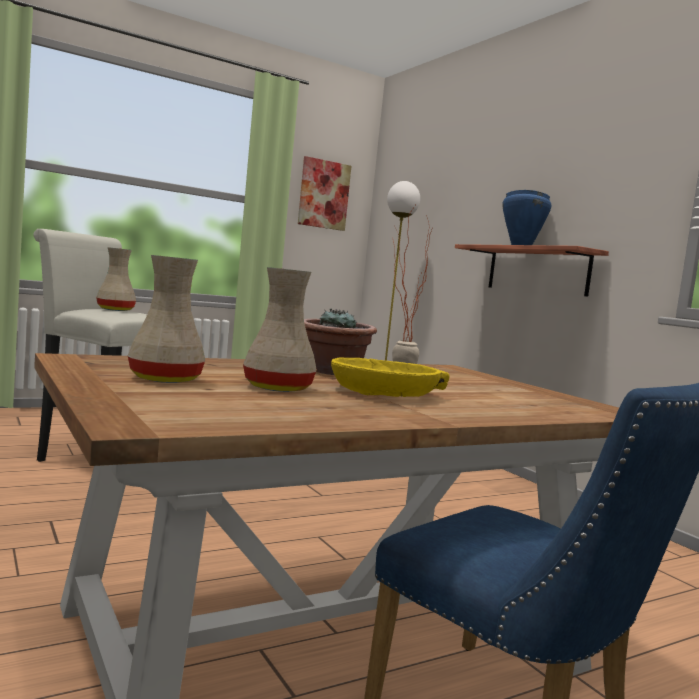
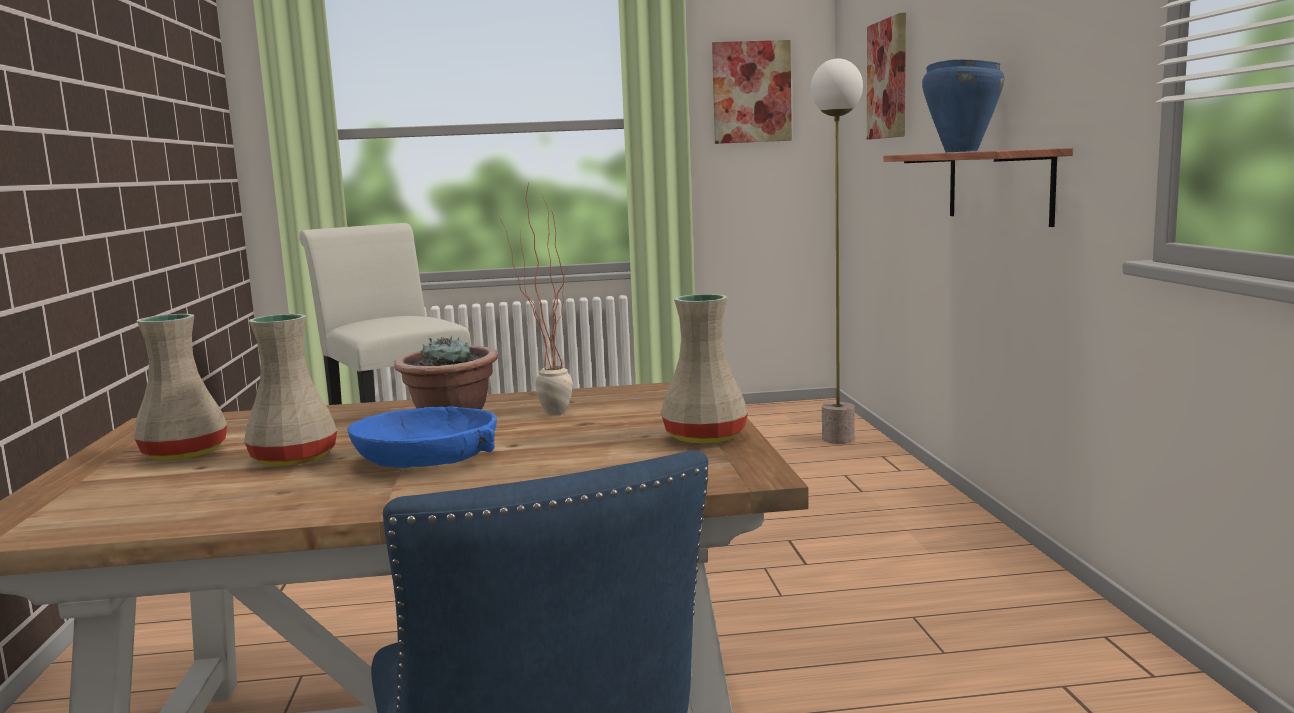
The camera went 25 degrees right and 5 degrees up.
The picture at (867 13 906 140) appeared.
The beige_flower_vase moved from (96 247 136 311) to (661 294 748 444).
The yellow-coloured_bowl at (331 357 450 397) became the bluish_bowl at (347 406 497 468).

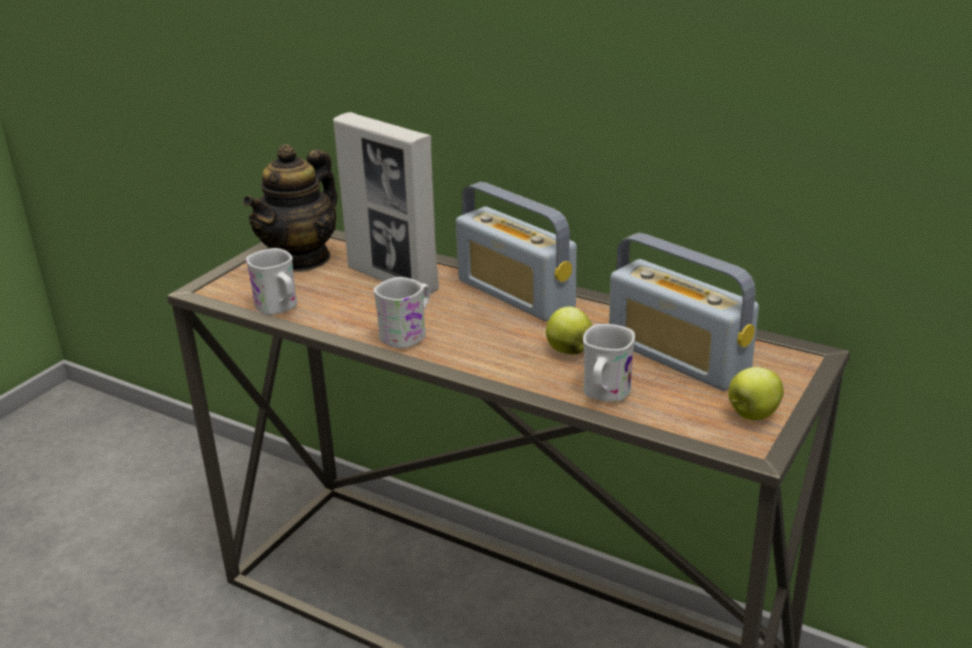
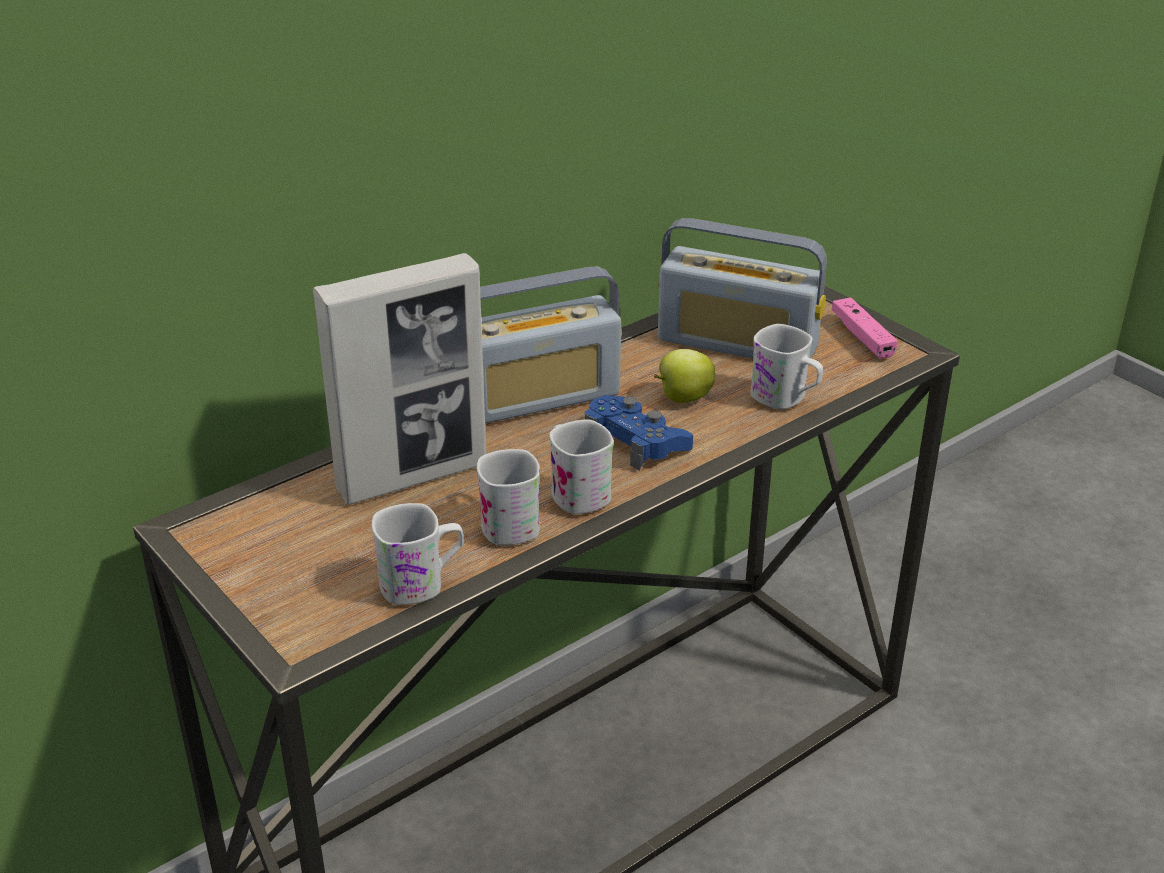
The camera went 70 degrees left and 5 degrees up.
The pot_for_tea at (243 144 338 272) disappeared.
The white-coloured_tea_mug at (477 449 540 545) appeared.
The bluish_game_controller at (585 395 693 470) appeared.
The whole_apple at (728 367 784 420) was replaced by the pinkish_game_controller at (832 297 898 359).
The radio at (609 233 759 391) turned 45 degrees clockwise.

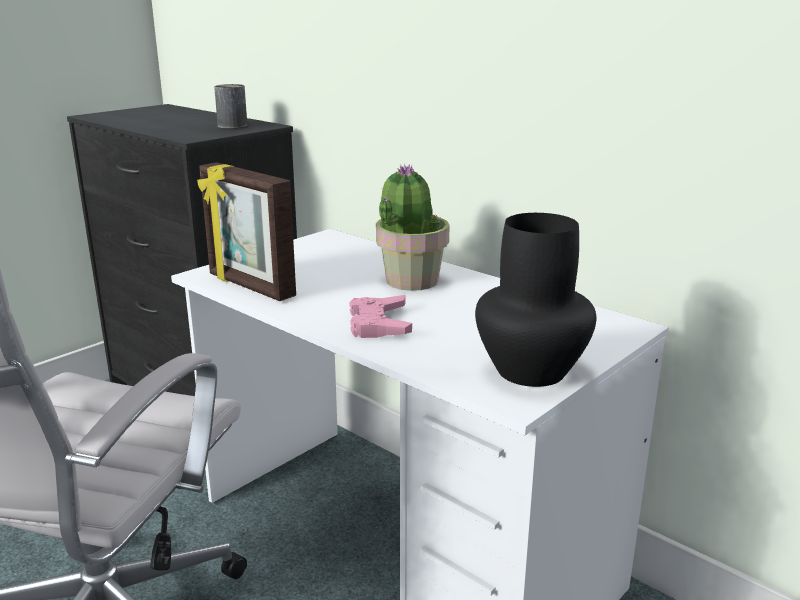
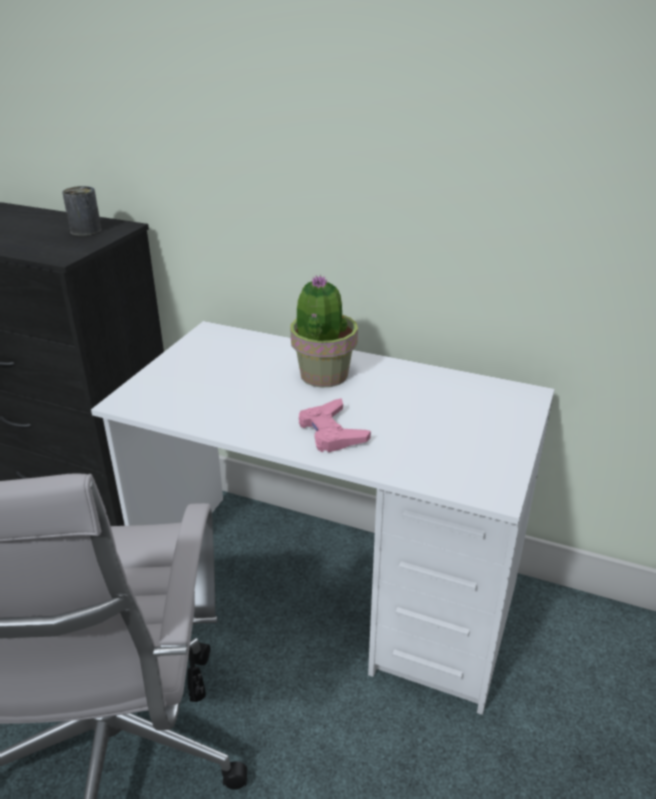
The camera went 20 degrees left and 10 degrees up.
The picture_frame at (197 162 296 301) disappeared.
The black-coloured_flower_vase at (475 213 596 387) disappeared.

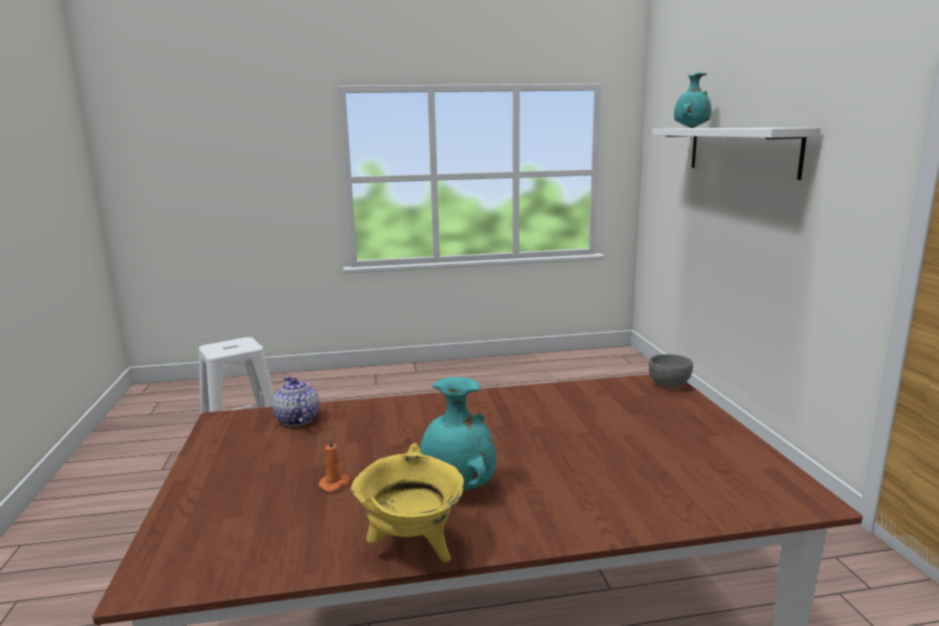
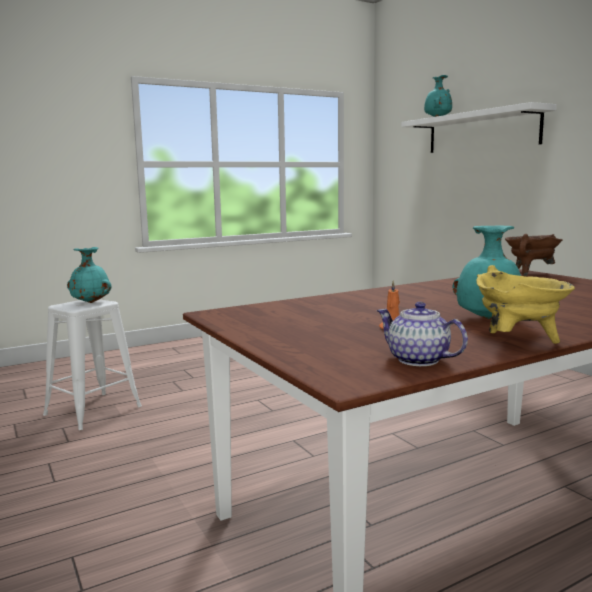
The camera went 20 degrees left and 5 degrees down.
The turquoise_flower_vase at (67 247 112 303) appeared.
The pot_for_tea moved from (272 376 320 426) to (377 302 468 366).
The greyish_bowl at (649 354 693 387) was replaced by the brown-coloured_stockpot at (505 234 563 276).

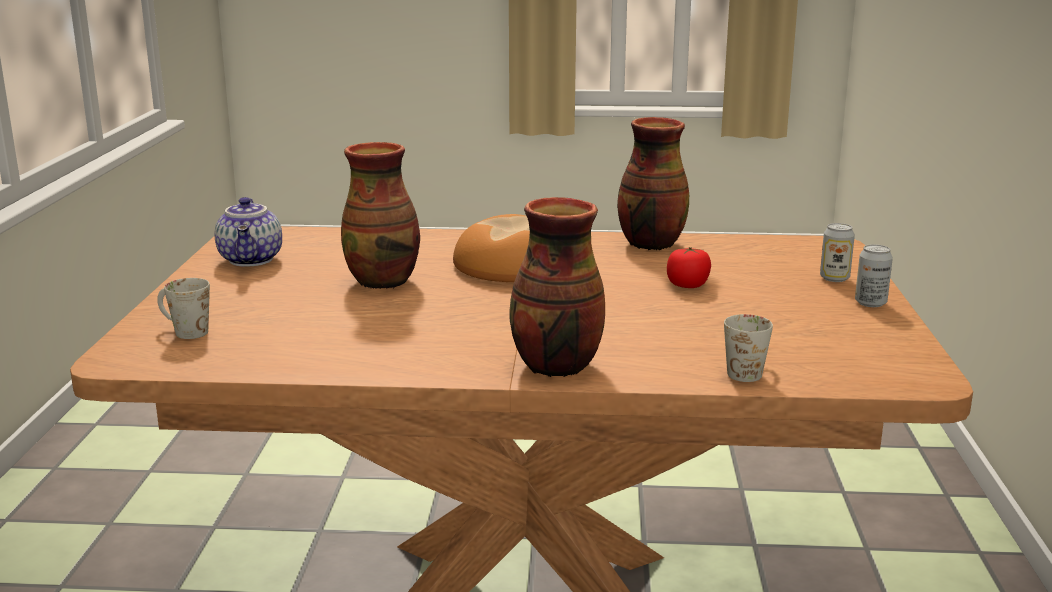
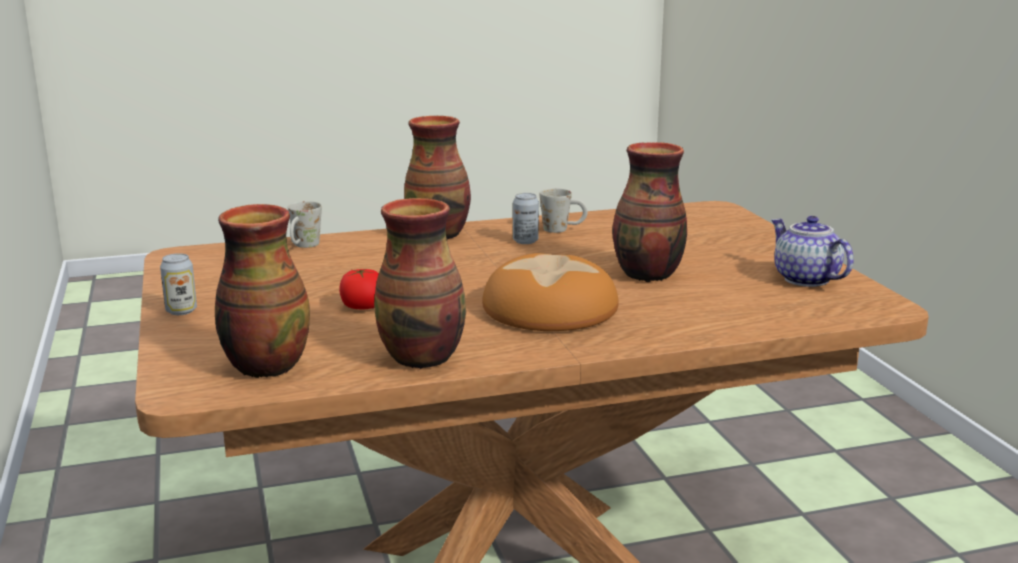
The camera went 160 degrees right and 0 degrees up.
The flower_vase at (215 204 310 378) appeared.
The white-coloured_tea_mug moved from (157 278 210 339) to (540 188 588 233).
The can moved from (820 223 855 282) to (513 193 539 244).

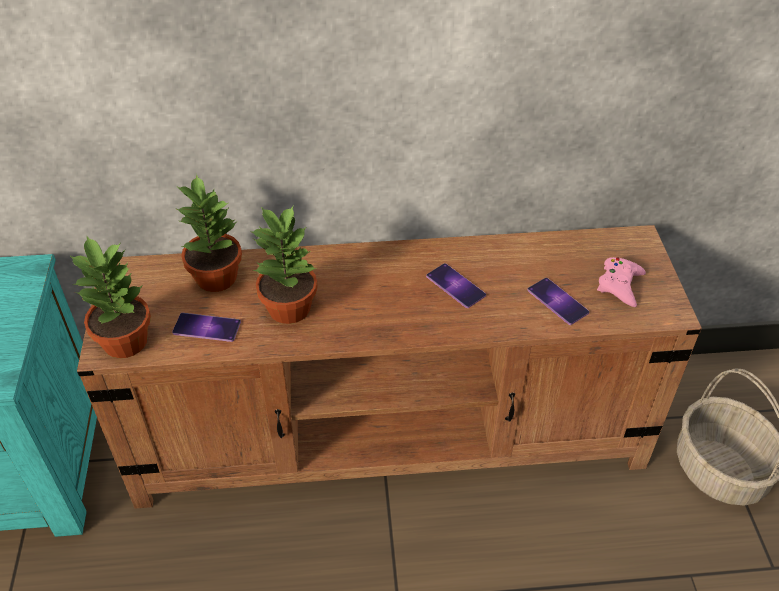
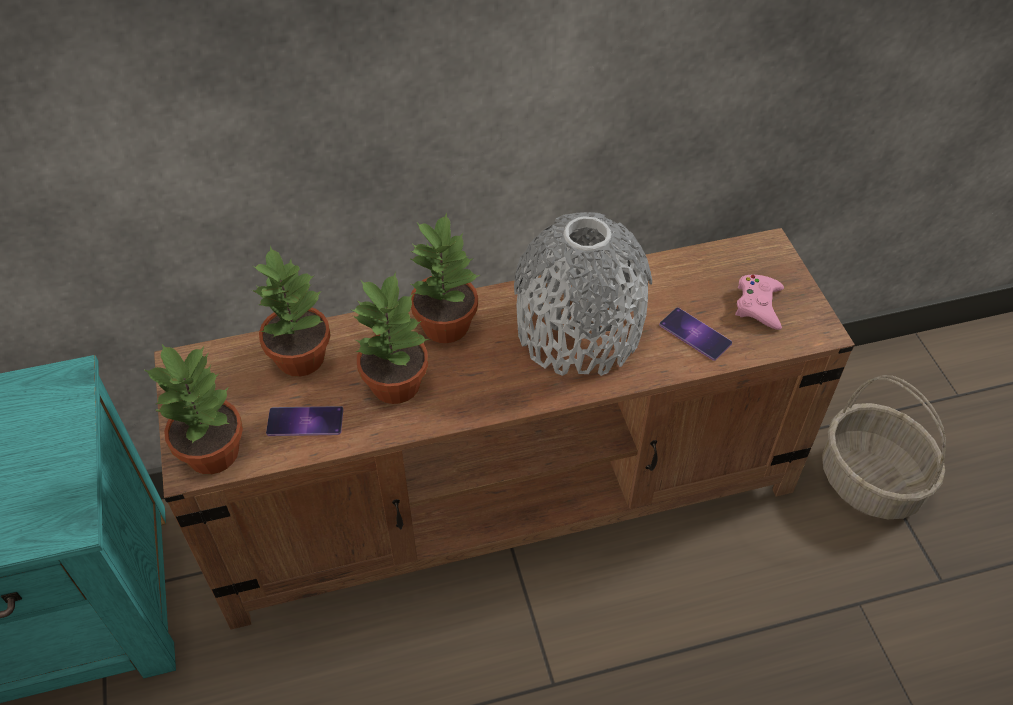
The camera went 10 degrees left and 5 degrees up.
The houseplant at (409 212 480 343) appeared.
The telephone at (426 263 486 308) was replaced by the greyish_flower_vase at (514 212 652 376).

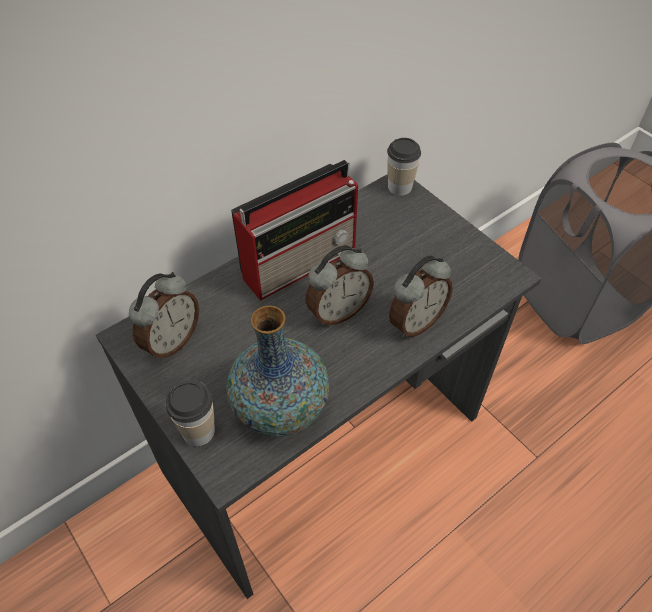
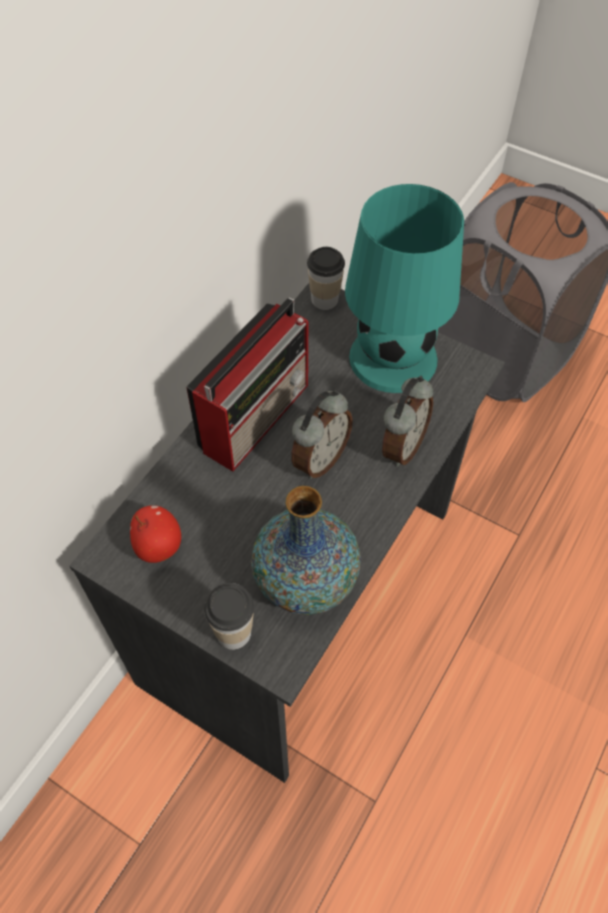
The camera went 20 degrees left and 5 degrees up.
The turquoise_tabletop_lamp at (345 184 464 393) appeared.
The alarm_clock at (129 272 199 360) was replaced by the whole_apple at (130 505 181 563).

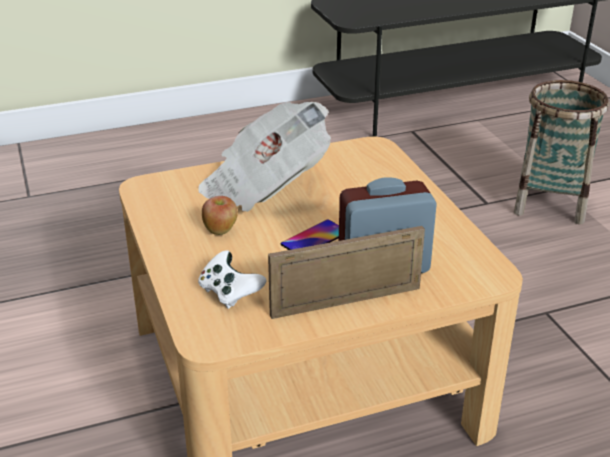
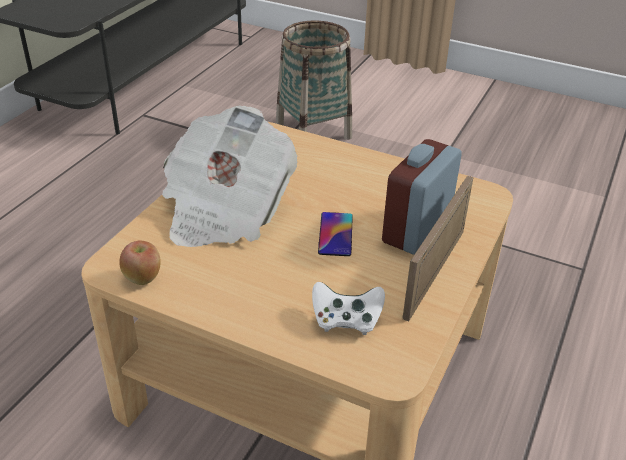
The camera went 45 degrees left and 5 degrees up.
The whole_apple moved from (202 196 238 235) to (119 241 161 285).

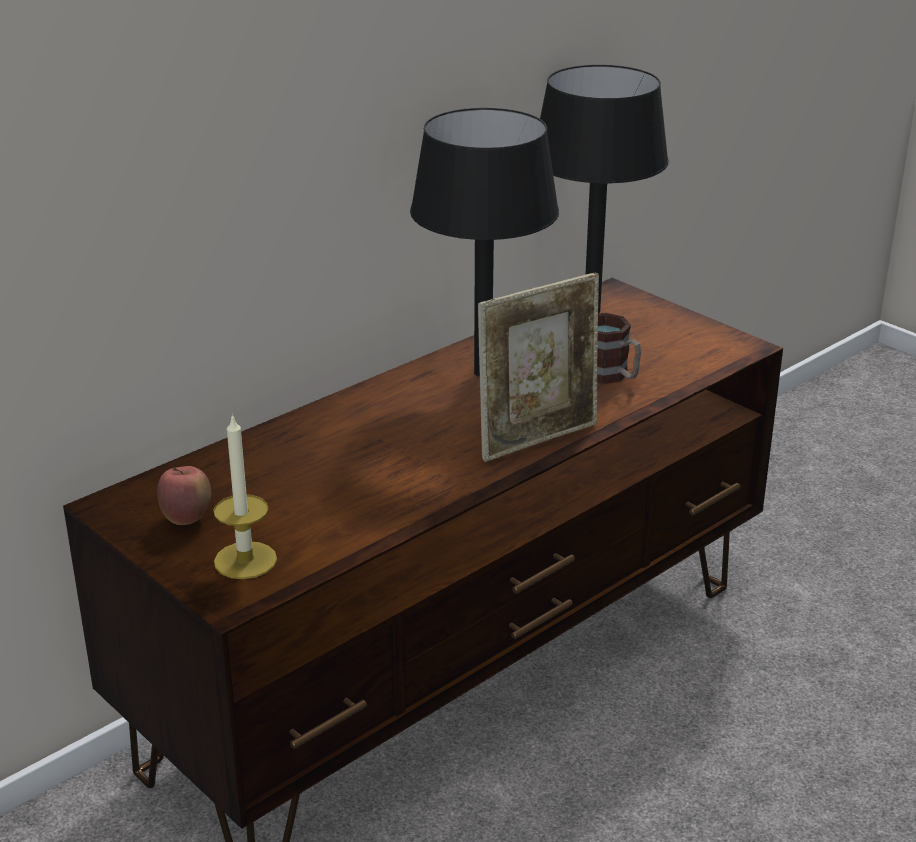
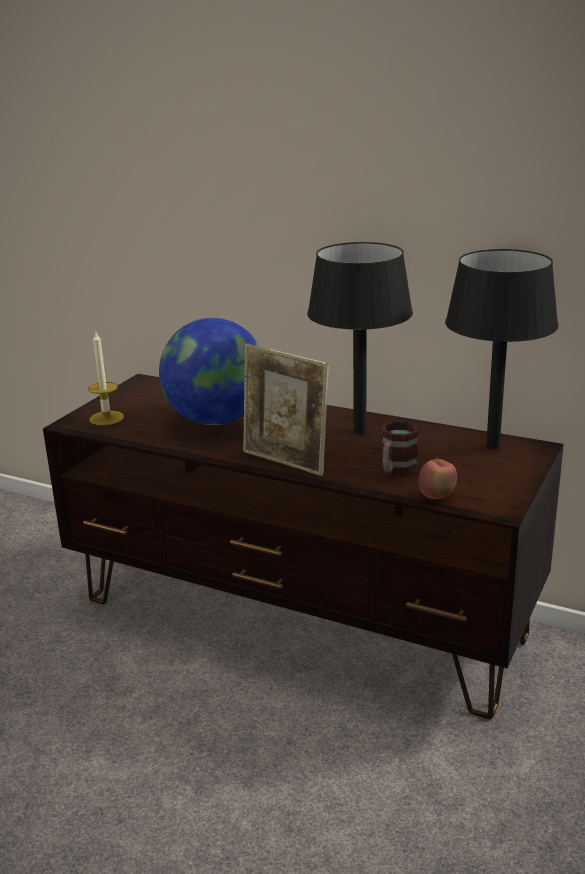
The camera went 70 degrees right and 5 degrees down.
The globe at (159 318 259 425) appeared.
The whole_apple moved from (157 466 211 525) to (419 457 457 499).

